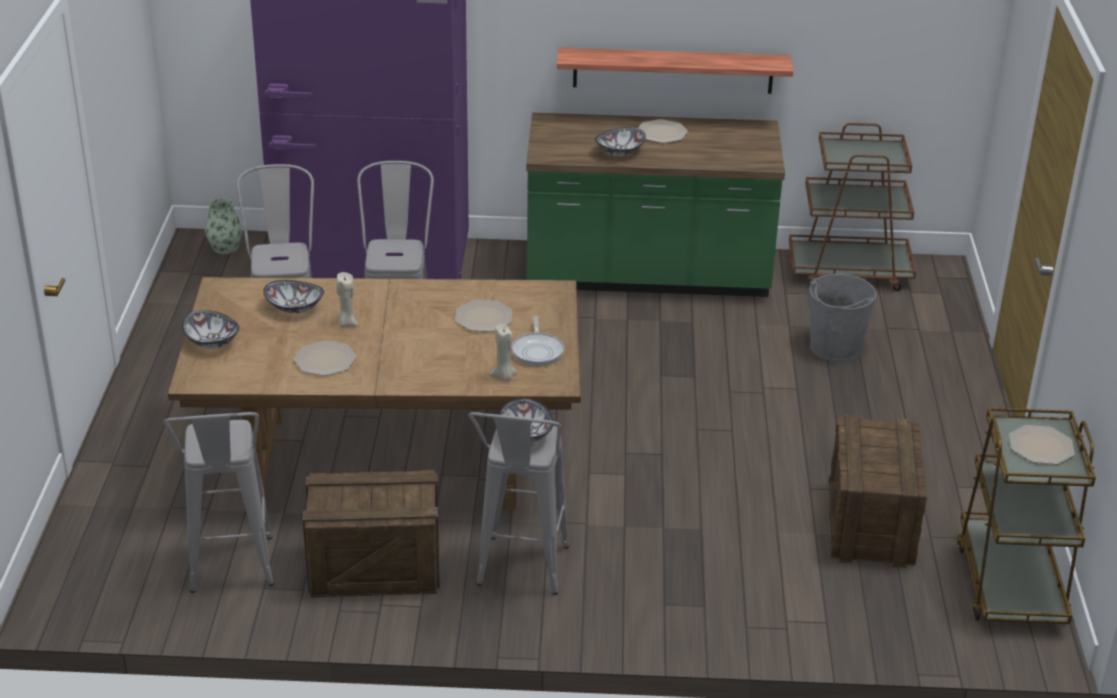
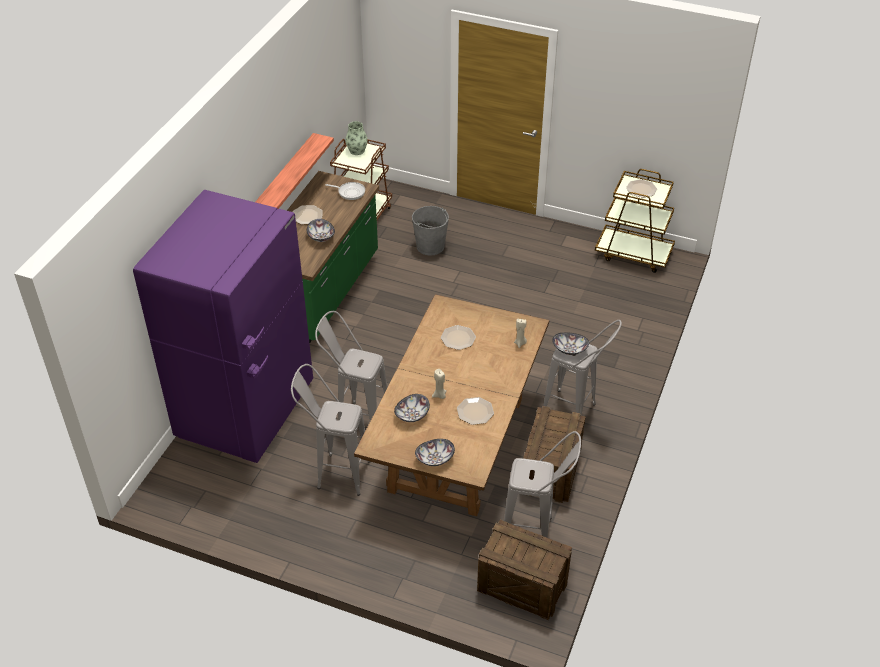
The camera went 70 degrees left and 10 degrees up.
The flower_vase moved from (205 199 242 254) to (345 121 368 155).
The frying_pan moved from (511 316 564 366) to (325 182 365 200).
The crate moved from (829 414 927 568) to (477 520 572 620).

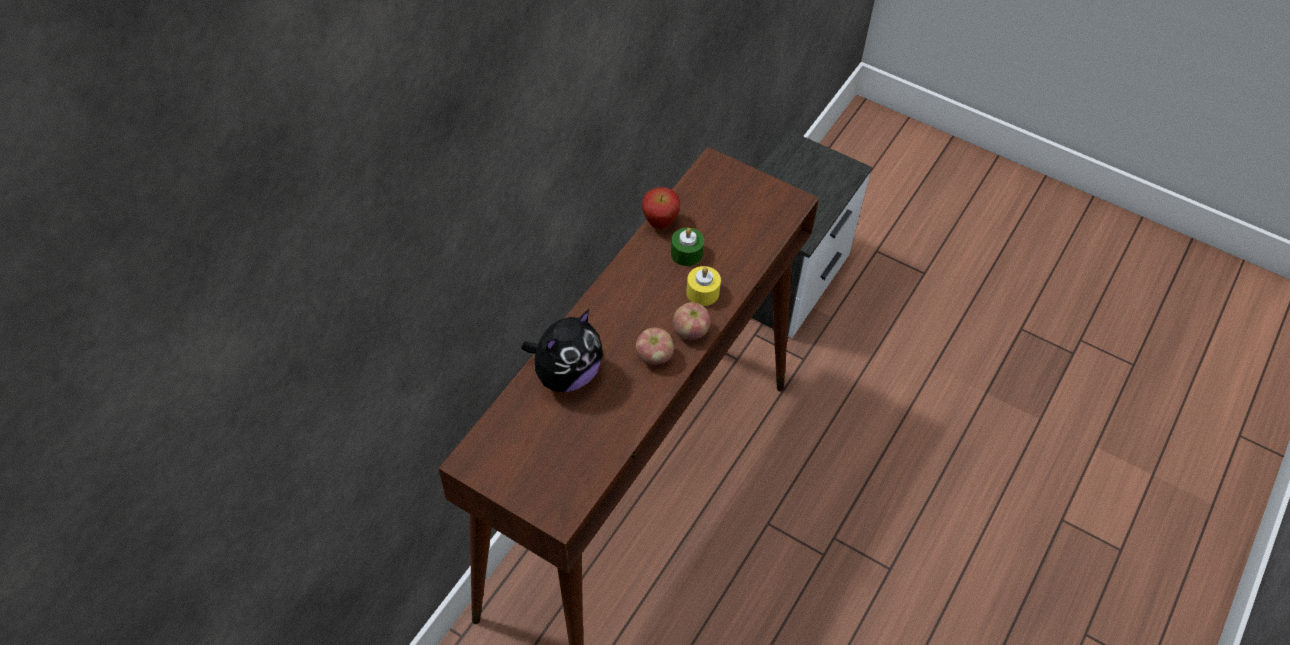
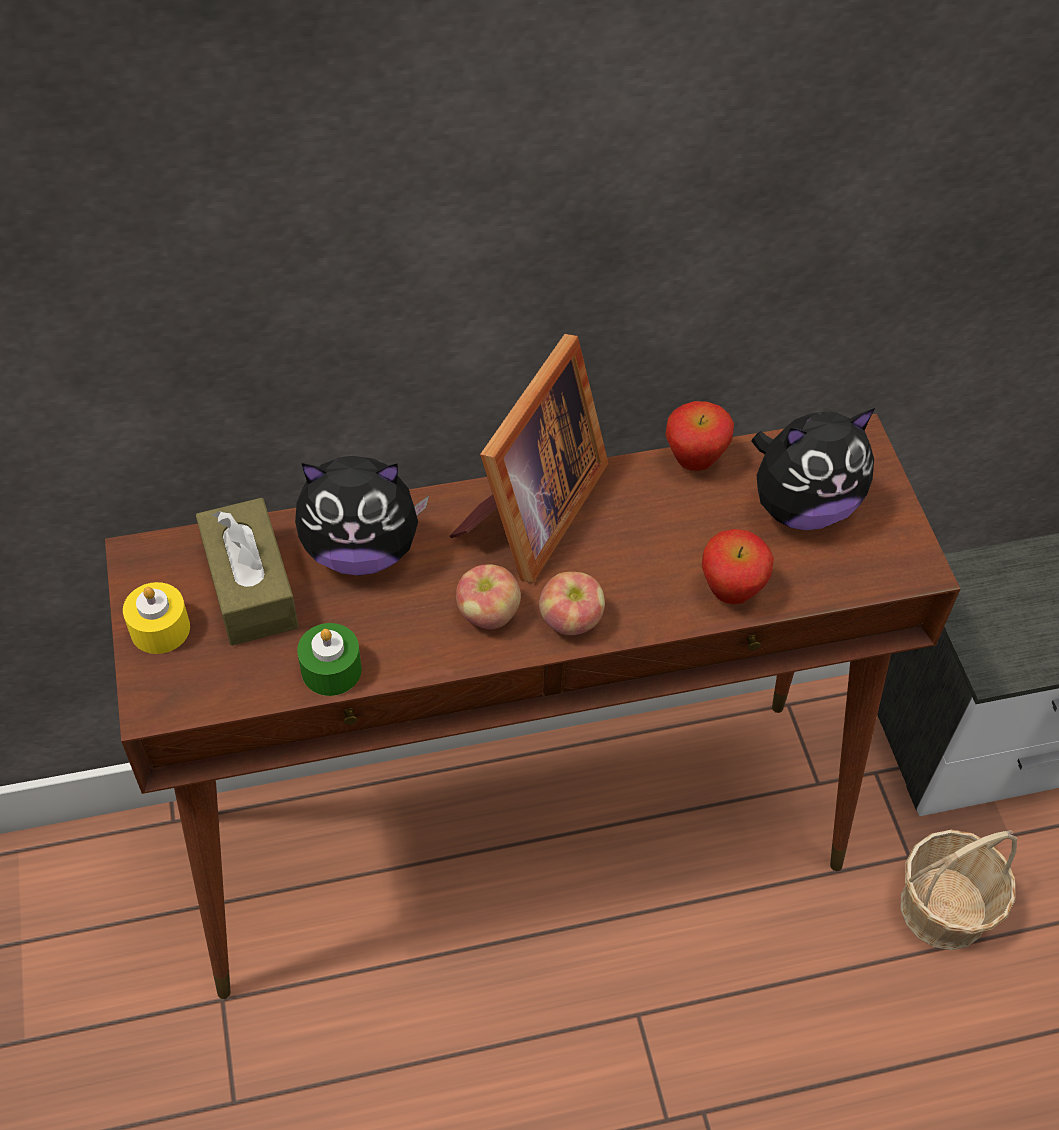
The camera went 45 degrees right and 0 degrees up.
The brown-coloured_tissue_holder at (196 498 299 646) appeared.
The picture_frame at (450 334 608 583) appeared.
The whole_apple at (702 529 774 604) appeared.
The cuddly_toy at (751 408 875 530) appeared.
The household_basket at (901 830 1017 950) appeared.
The greenish_wax_candle moved from (671 227 704 266) to (297 623 362 696).
The yellow-coloured_wax_candle moved from (686 266 721 306) to (123 582 190 654).

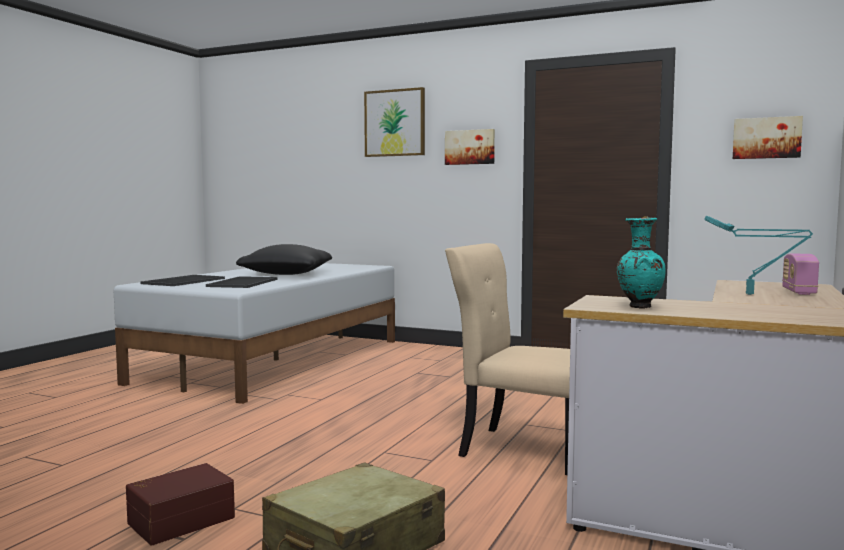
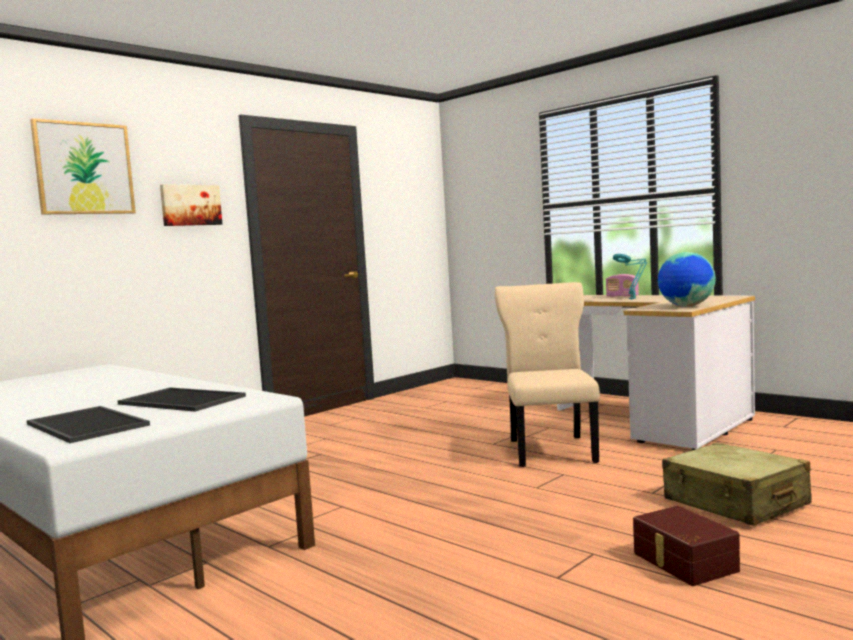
The camera went 70 degrees left and 0 degrees up.
The black-coloured_cushion at (236 244 332 275) disappeared.
The picture at (733 116 803 159) disappeared.
The turquoise_flower_vase at (617 218 666 309) was replaced by the globe at (658 252 716 306).
The beige_plain_chair at (445 243 570 475) turned 135 degrees clockwise.

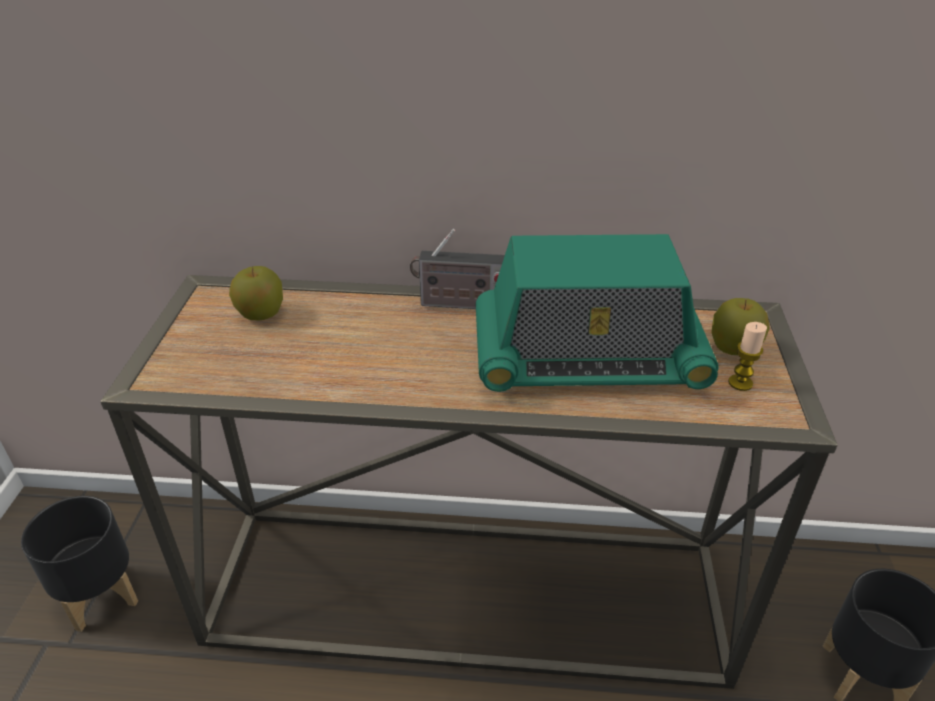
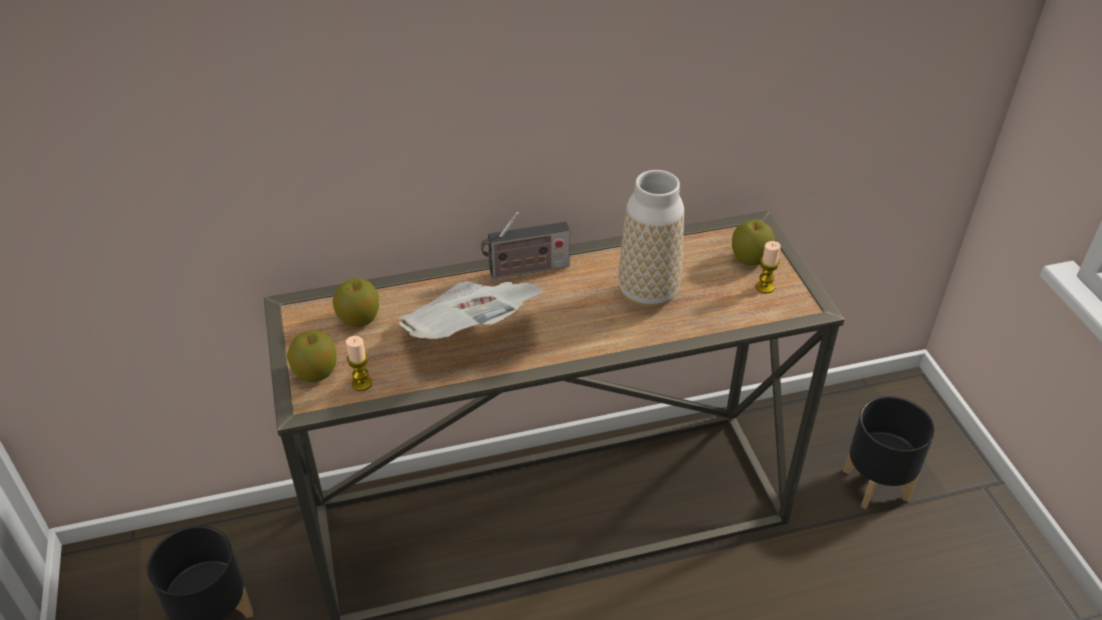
The camera went 20 degrees left and 5 degrees up.
The whole_apple at (287 330 337 382) appeared.
The wax_candle at (346 336 372 391) appeared.
The newspaper at (398 281 543 339) appeared.
The radio at (476 234 719 392) was replaced by the flower_vase at (618 170 684 309).

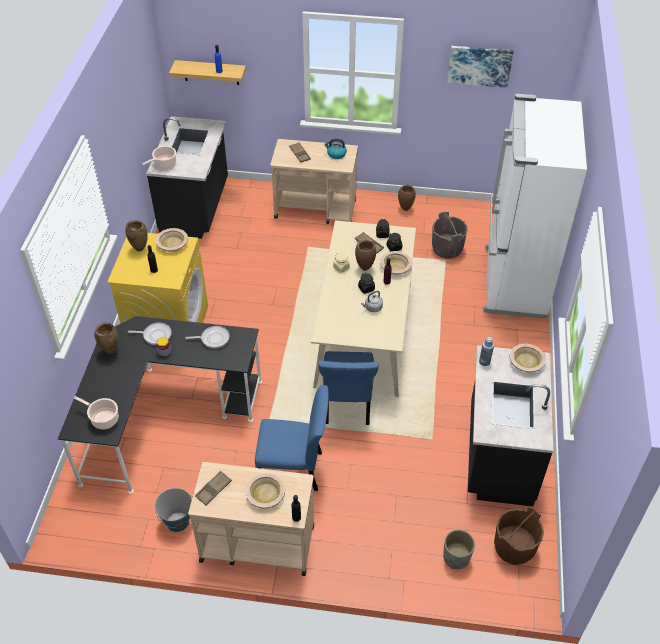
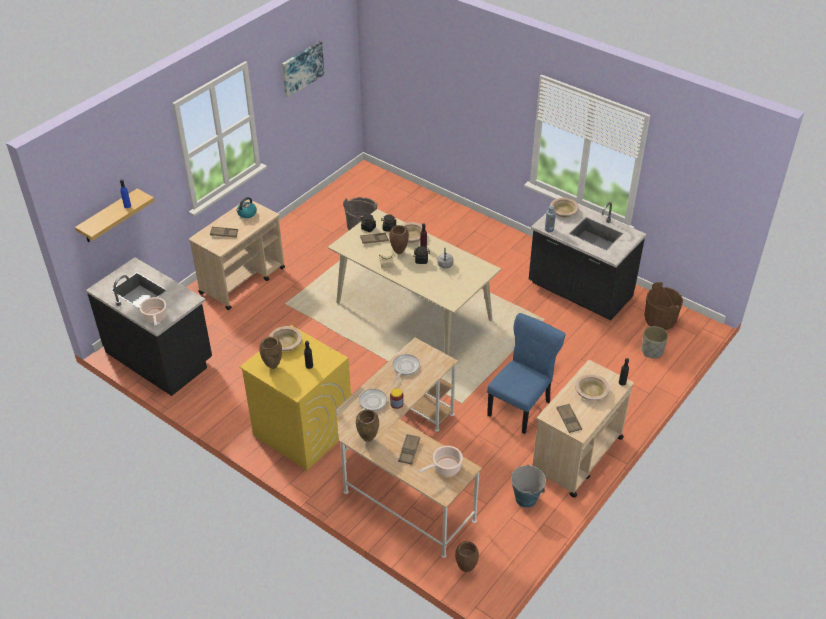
The camera went 60 degrees left and 5 degrees down.
The bluish_plain_chair at (318 351 379 425) disappeared.
The white-coloured_kitchen_fridge at (483 94 587 319) disappeared.
The brown-coloured_carrying_tray at (398 434 420 465) appeared.
The brown-coloured_flower_vase moved from (398 185 416 211) to (455 541 479 572).
The black-coloured_desk at (58 316 262 494) became the beige_desk at (336 338 482 558).

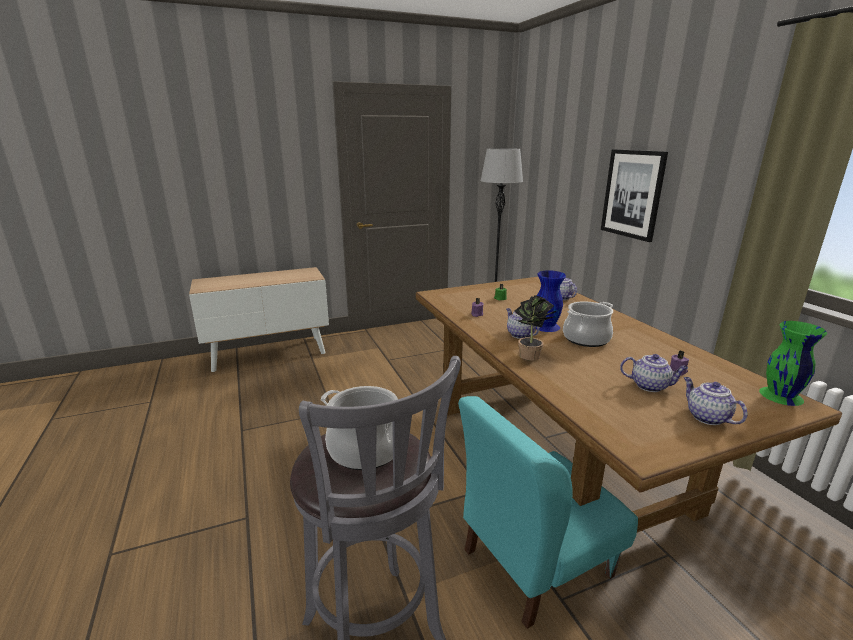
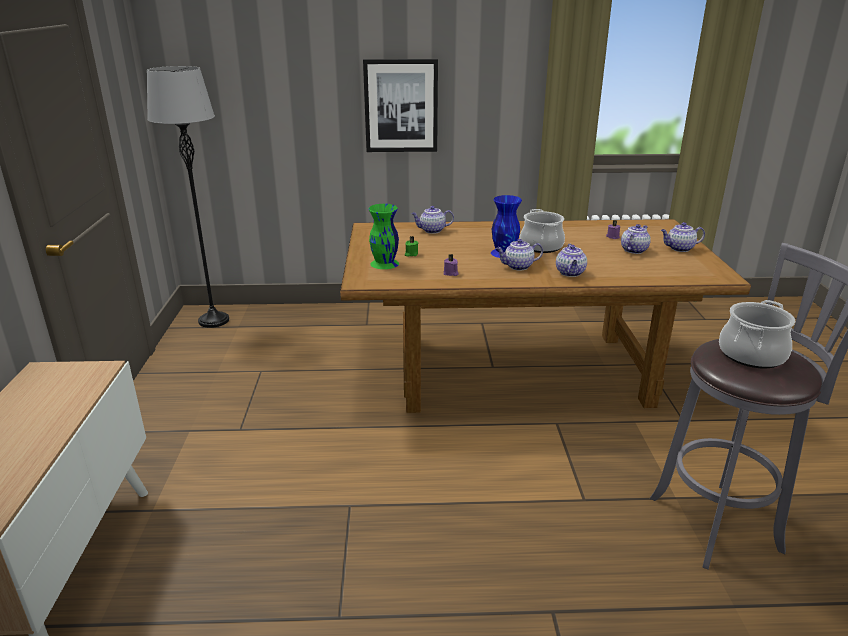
The camera went 70 degrees left and 5 degrees up.
The turquoise_plain_chair at (458 396 638 629) disappeared.
The greenish_flower_vase moved from (759 321 827 406) to (369 204 399 269).
The houseplant at (514 295 556 361) was replaced by the pot_for_tea at (556 244 587 277).

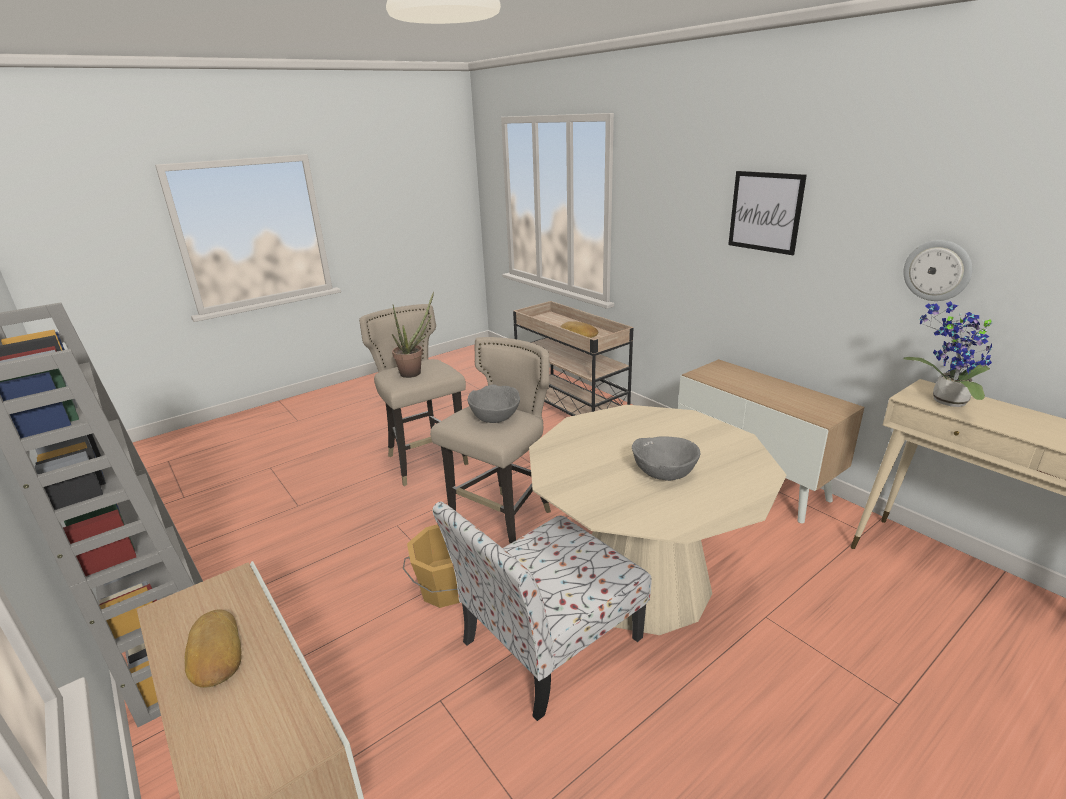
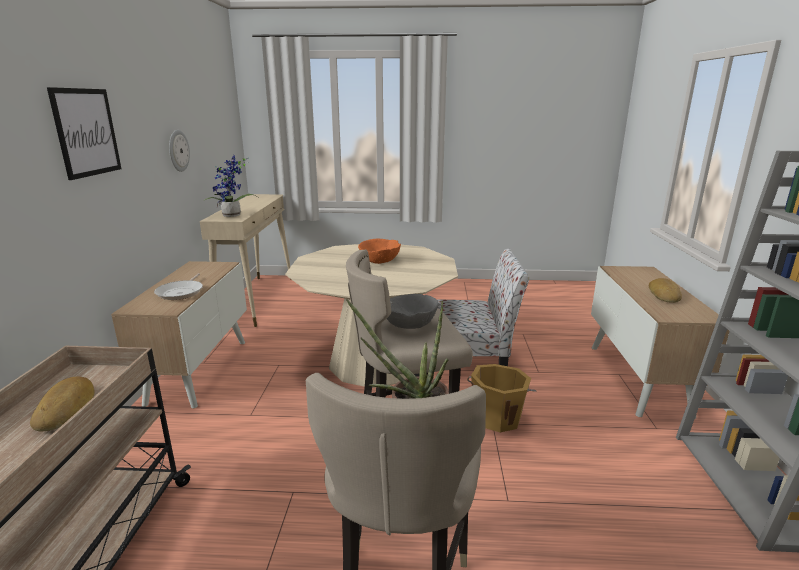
The camera went 140 degrees left and 5 degrees down.
The frying_pan at (154 273 203 300) appeared.
The greyish_bowl at (632 436 700 481) became the orange_bowl at (358 239 401 264).

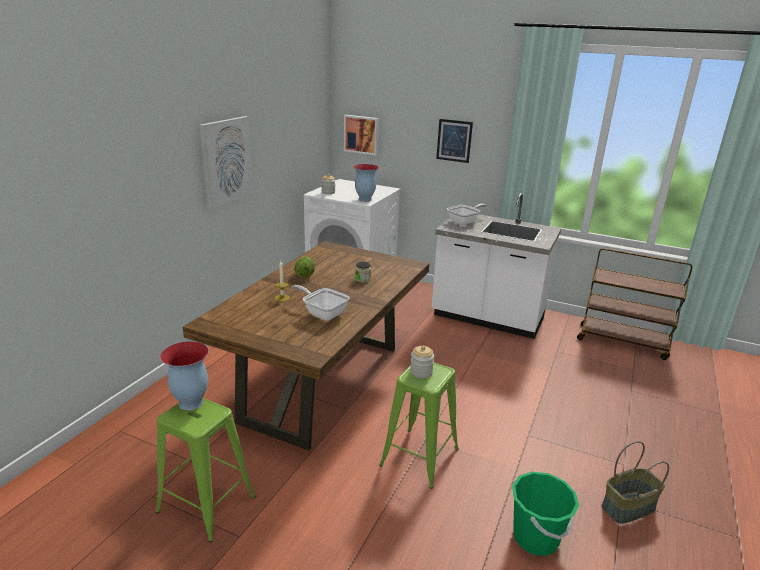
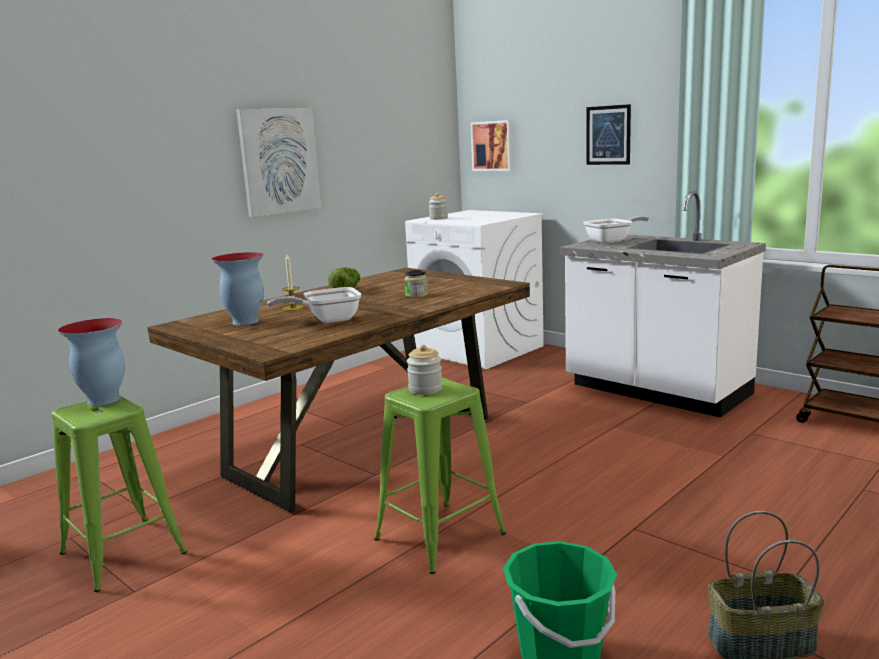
The camera went 20 degrees right and 10 degrees down.
The flower_vase moved from (353 164 379 202) to (211 252 264 325).
The frying_pan at (292 285 350 321) turned 75 degrees counterclockwise.

